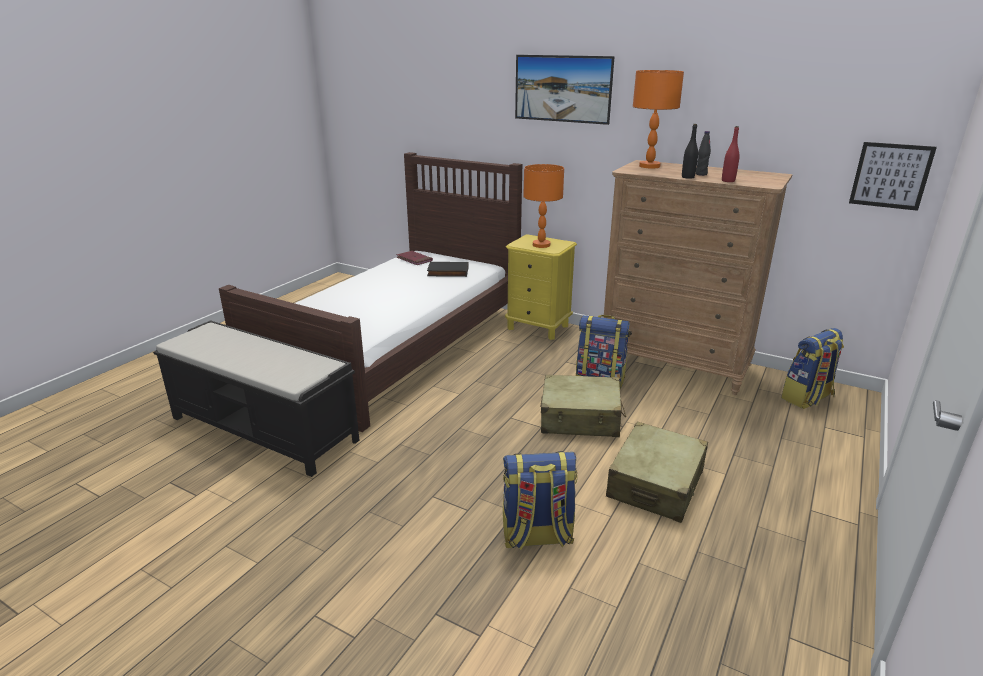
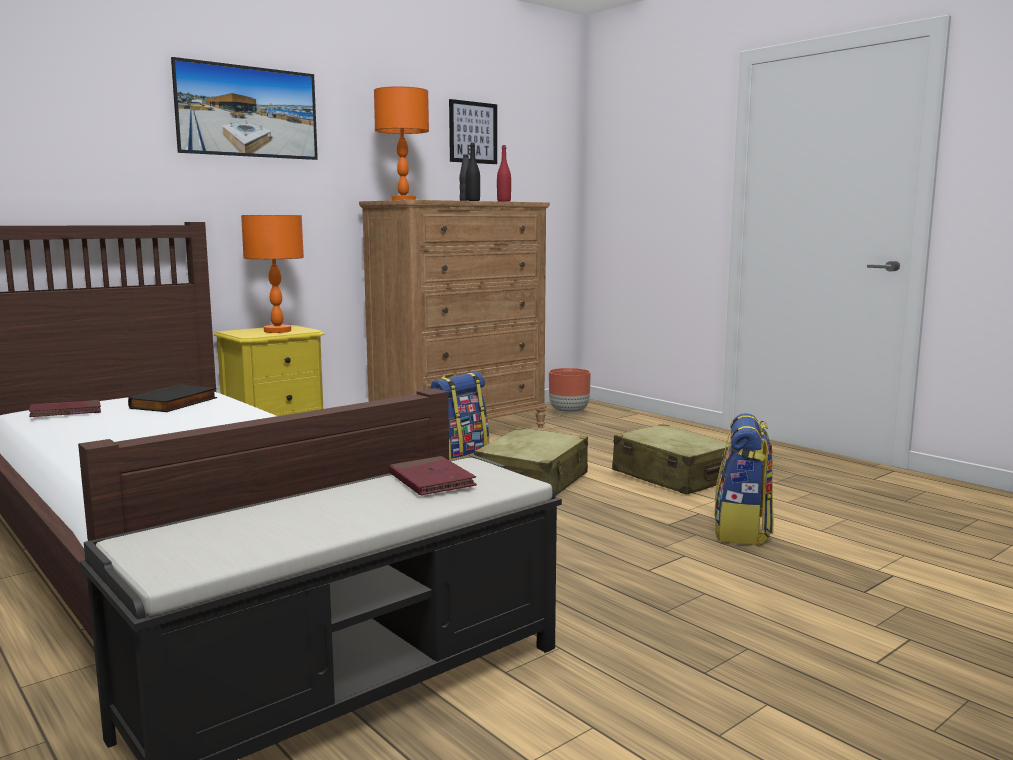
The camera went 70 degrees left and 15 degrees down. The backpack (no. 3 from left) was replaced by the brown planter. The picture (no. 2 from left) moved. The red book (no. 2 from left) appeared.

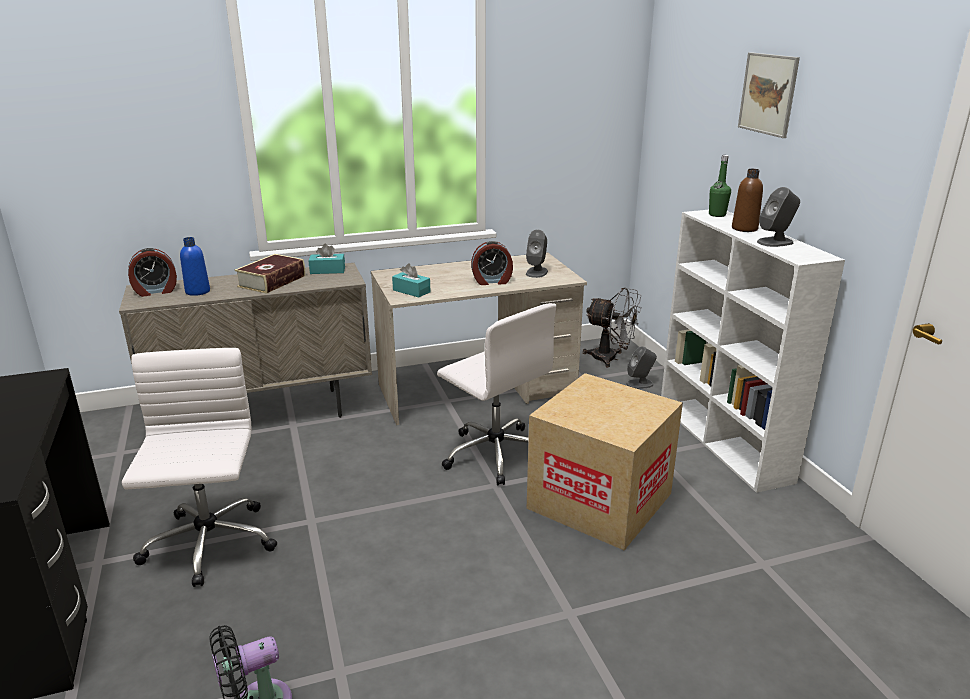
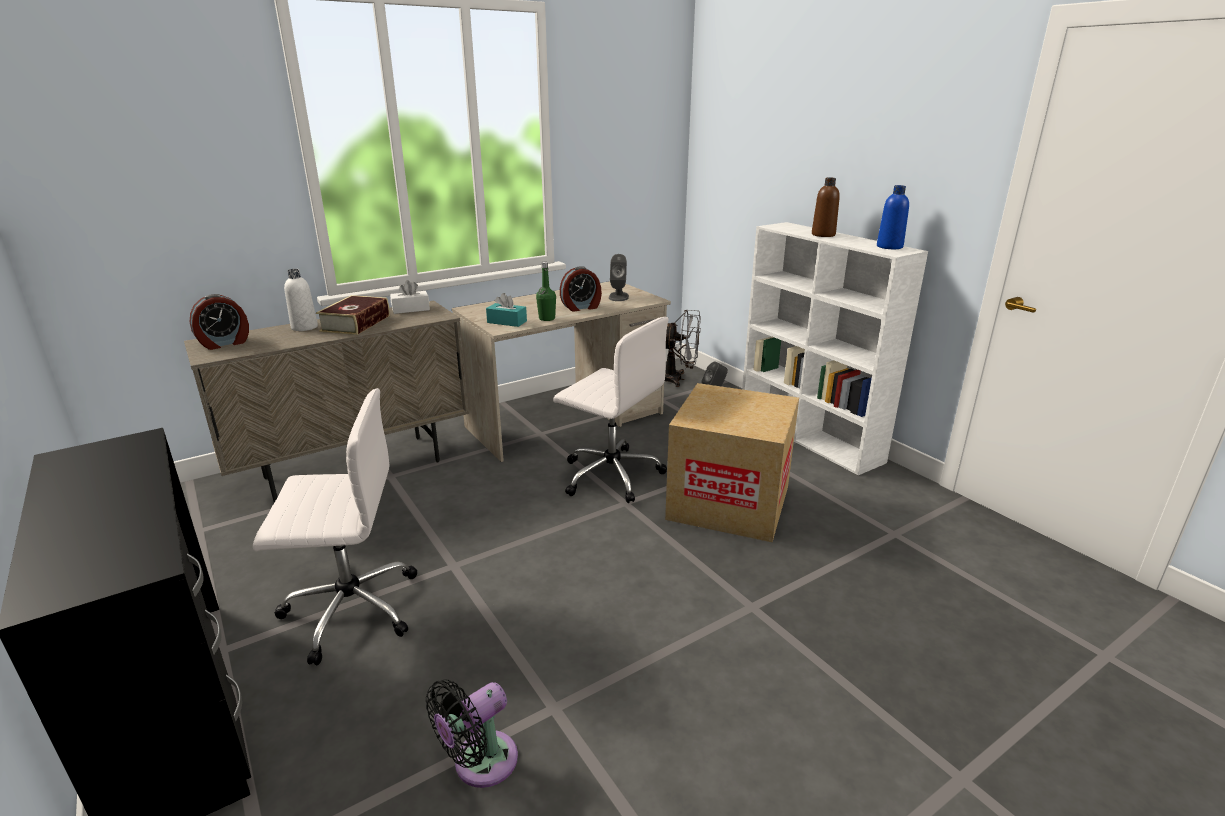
The camera went 15 degrees left and 0 degrees up. The white office chair (no. 1 from left) turned 105 degrees clockwise. The blue bottle moved. The turquoise tissue box (no. 1 from left) became the white tissue box. The green bottle moved. The picture disappeared. The grey speaker (no. 3 from left) disappeared. The white bottle appeared.

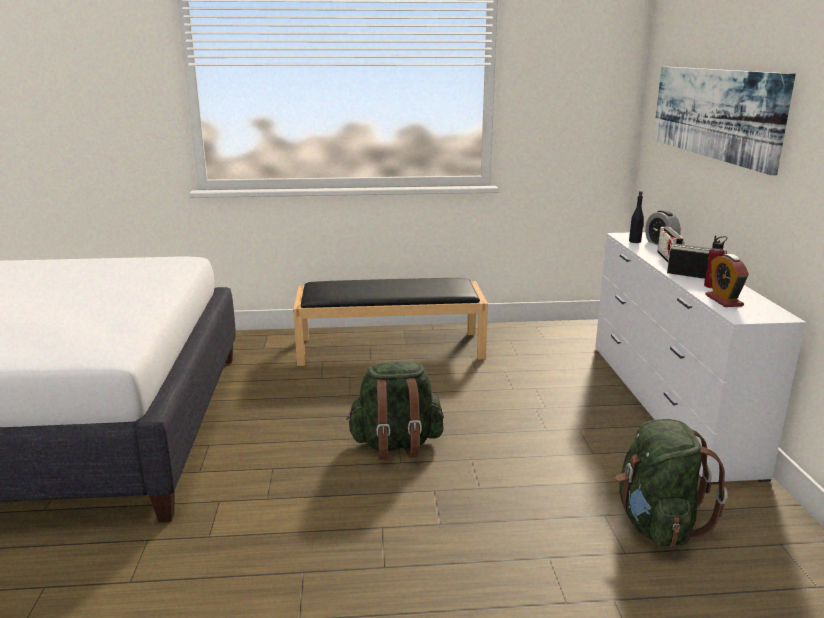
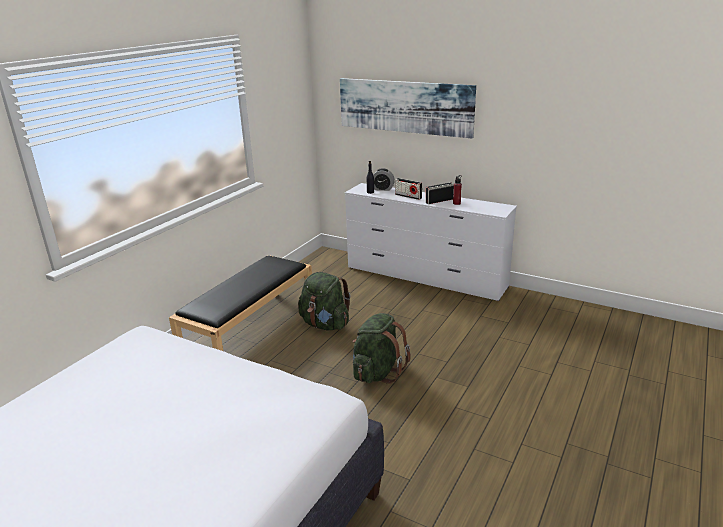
The camera went 55 degrees left and 5 degrees up. The green backpack (no. 2 from left in the first image) moved. The alarm clock (no. 2 from left) disappeared.

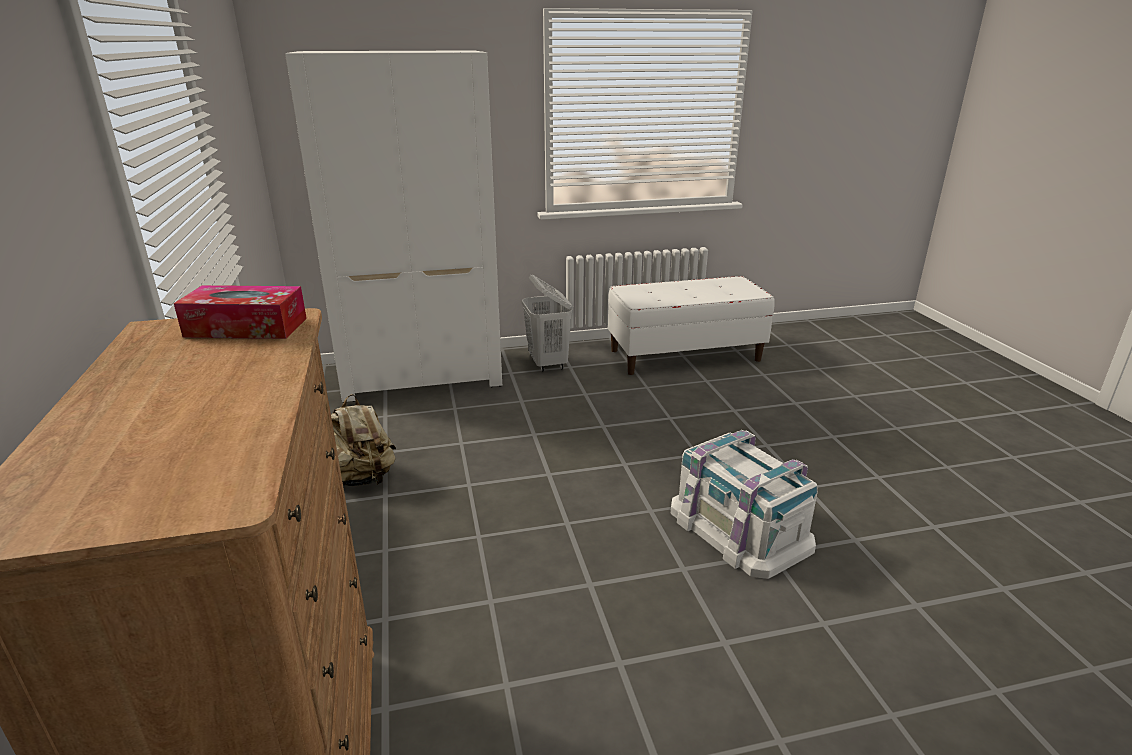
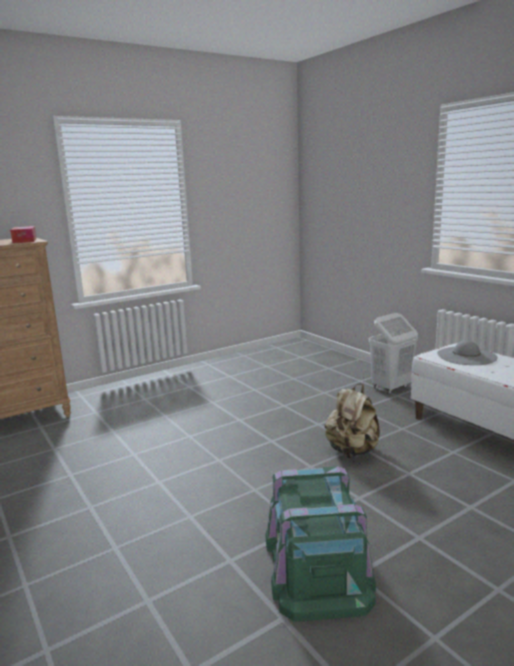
The camera went 70 degrees right and 10 degrees down. The white wardrobe disappeared. The beige backpack moved. The white storage box disappeared. The green storage box appeared. The grey hat appeared.

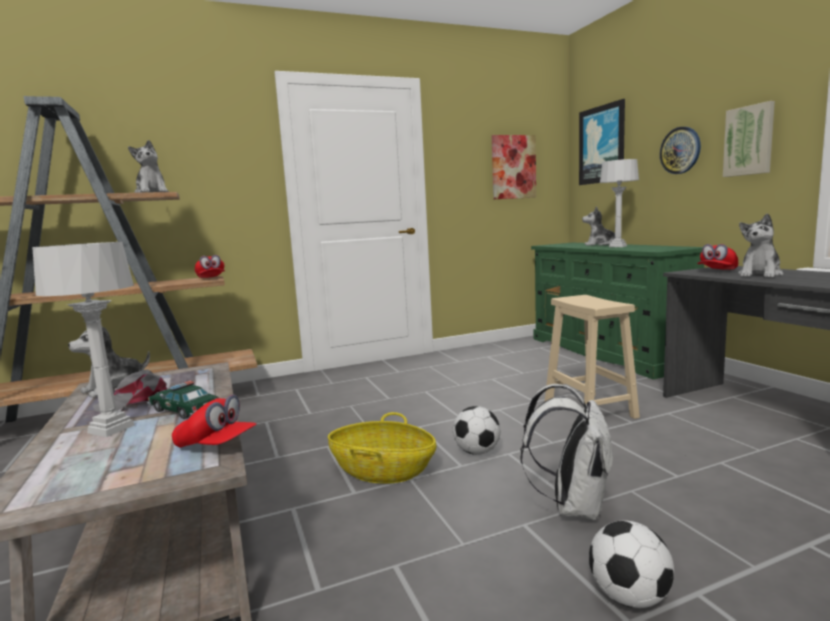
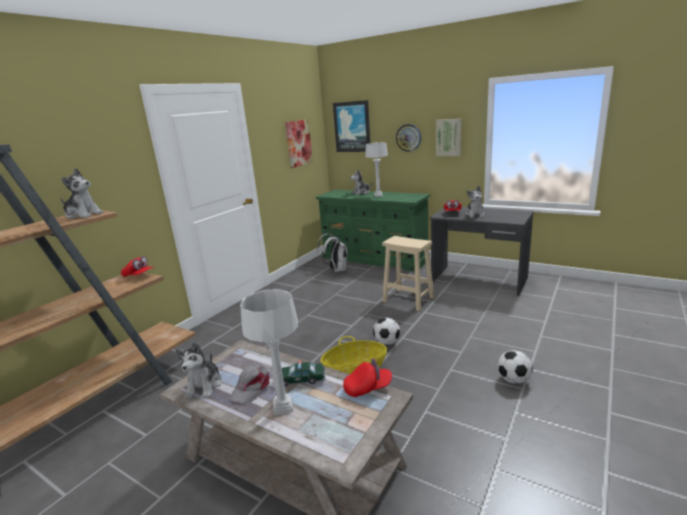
The camera went 35 degrees left and 10 degrees up. The white backpack moved.

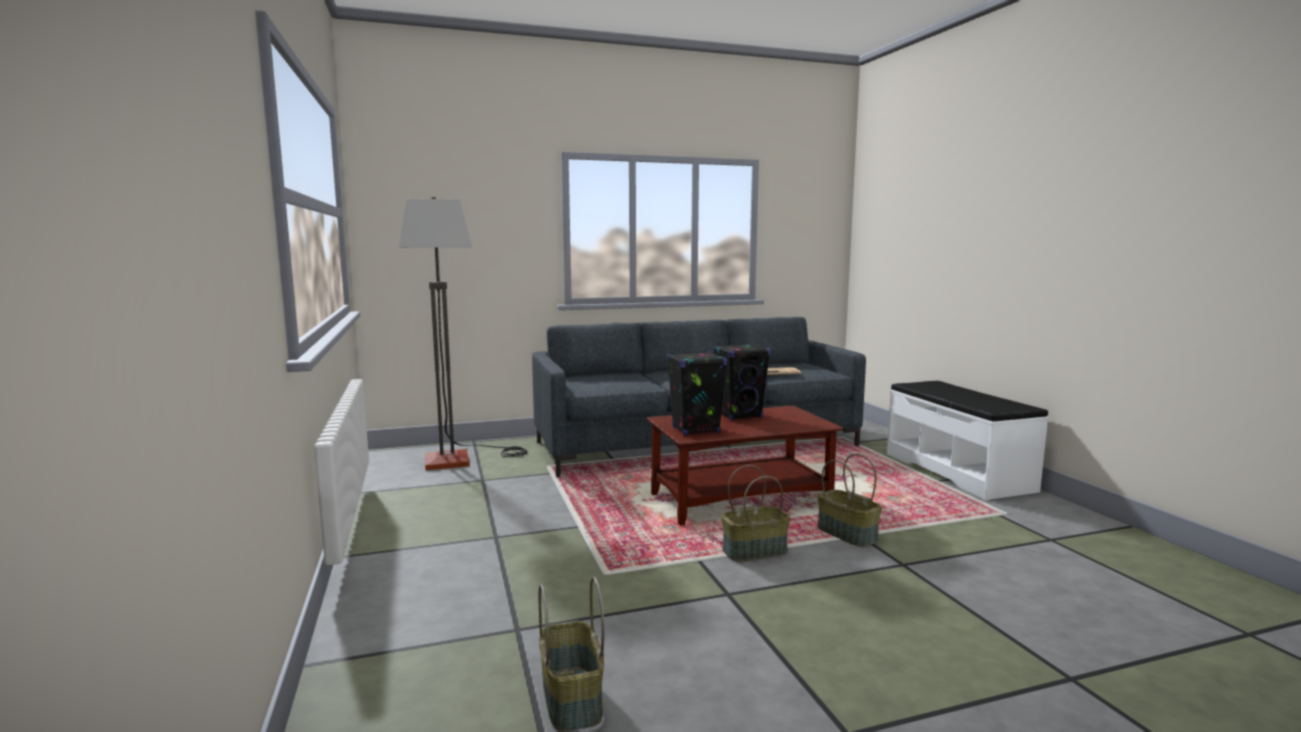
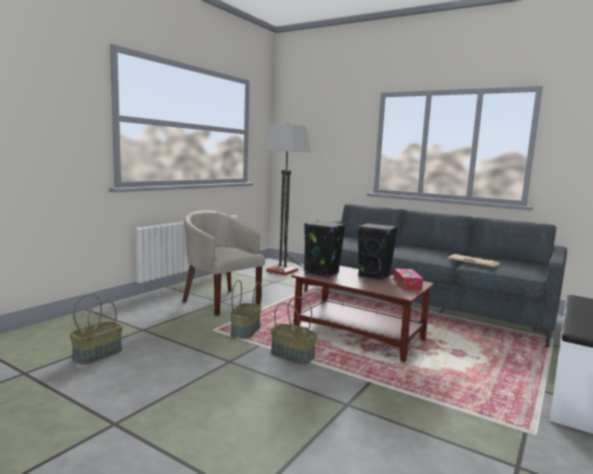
The camera went 50 degrees right and 0 degrees up. The basket (no. 3 from left in the first image) moved. The beige armchair appeared. The tissue box appeared.

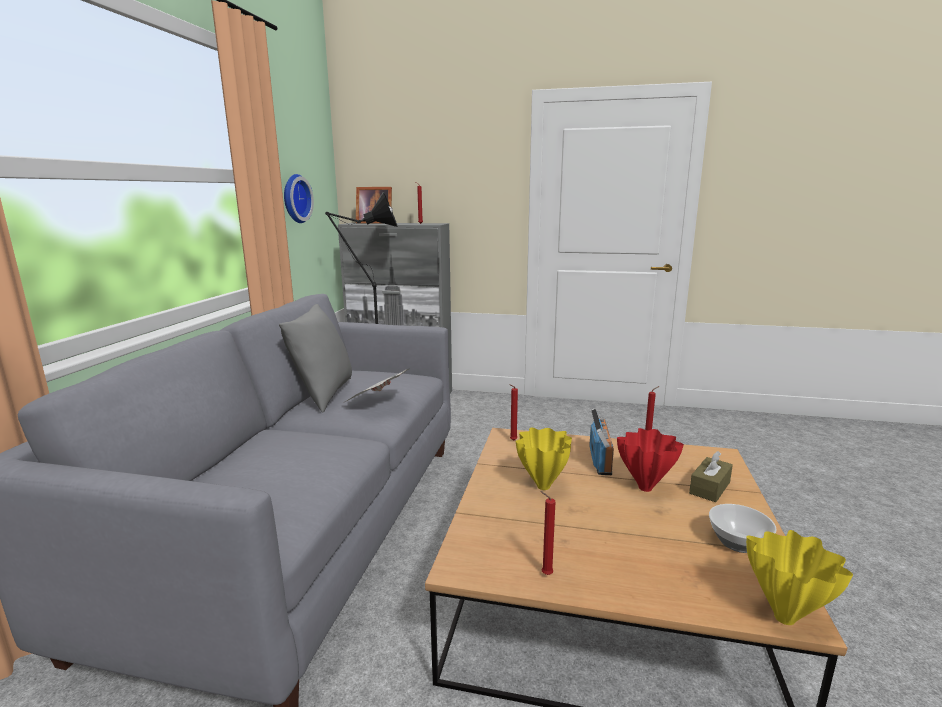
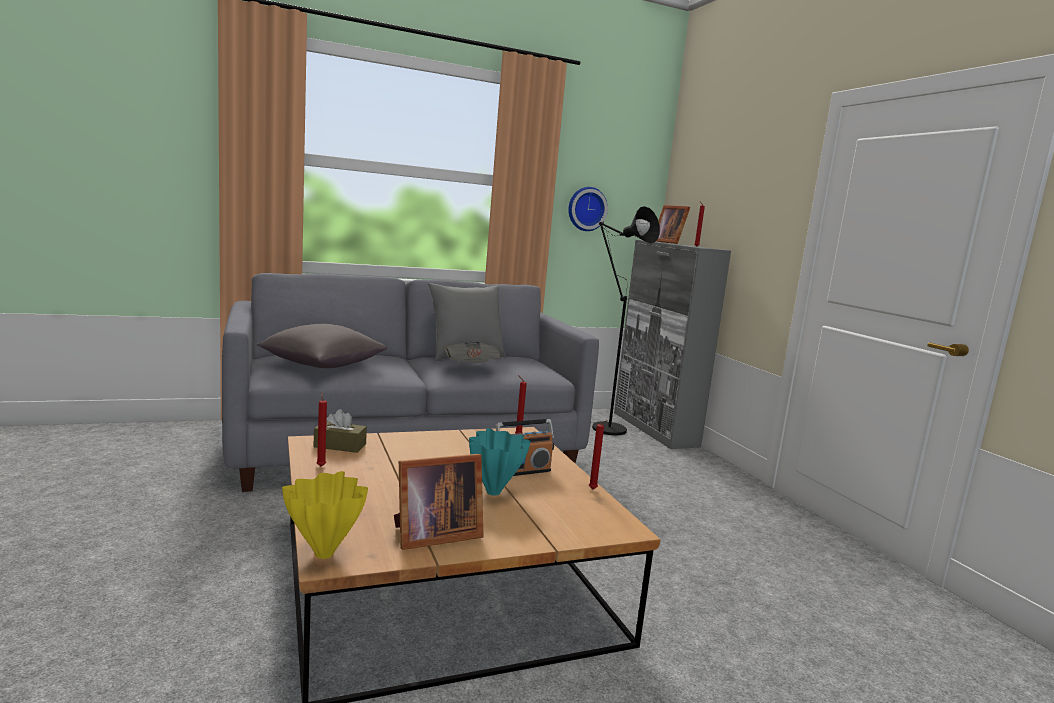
The camera went 55 degrees right and 5 degrees down. The yellow vase (no. 1 from left) disappeared. The red vase became the turquoise vase. The brown tissue box moved. The bowl was replaced by the picture frame (no. 1 from left). The grey pillow (no. 1 from left) appeared.

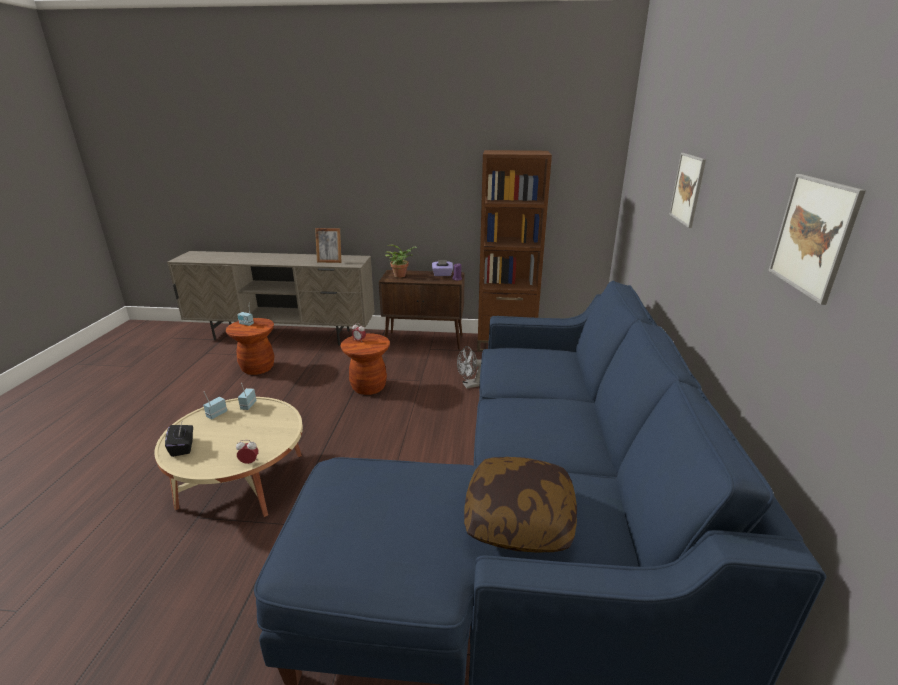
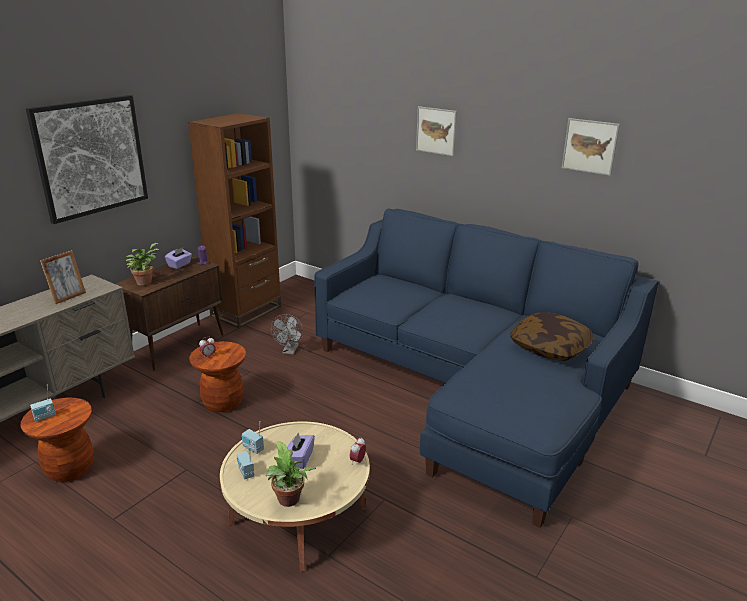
The camera went 60 degrees left and 0 degrees up. The black tissue box was replaced by the potted plant (no. 2 from left). The picture (no. 1 from left) appeared. The purple tissue box (no. 2 from left) appeared.

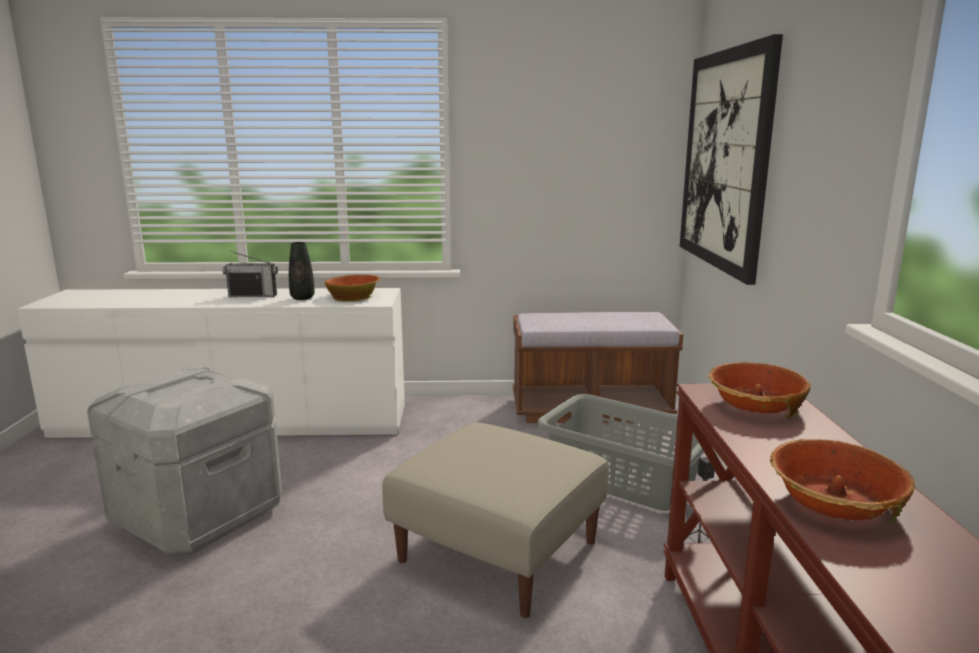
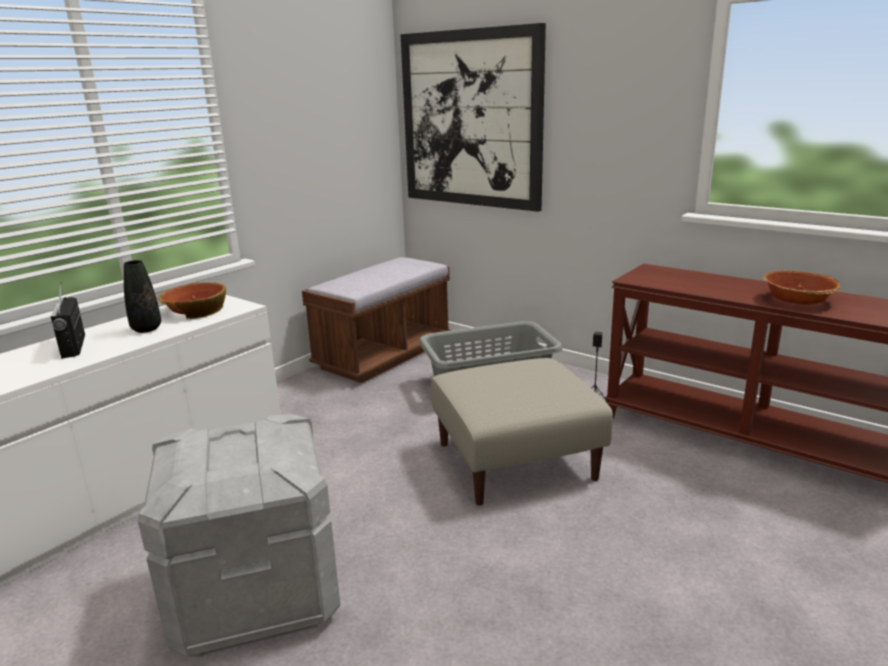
The camera went 50 degrees left and 5 degrees up. The radio turned 120 degrees clockwise. The bowl (no. 2 from left) disappeared.

